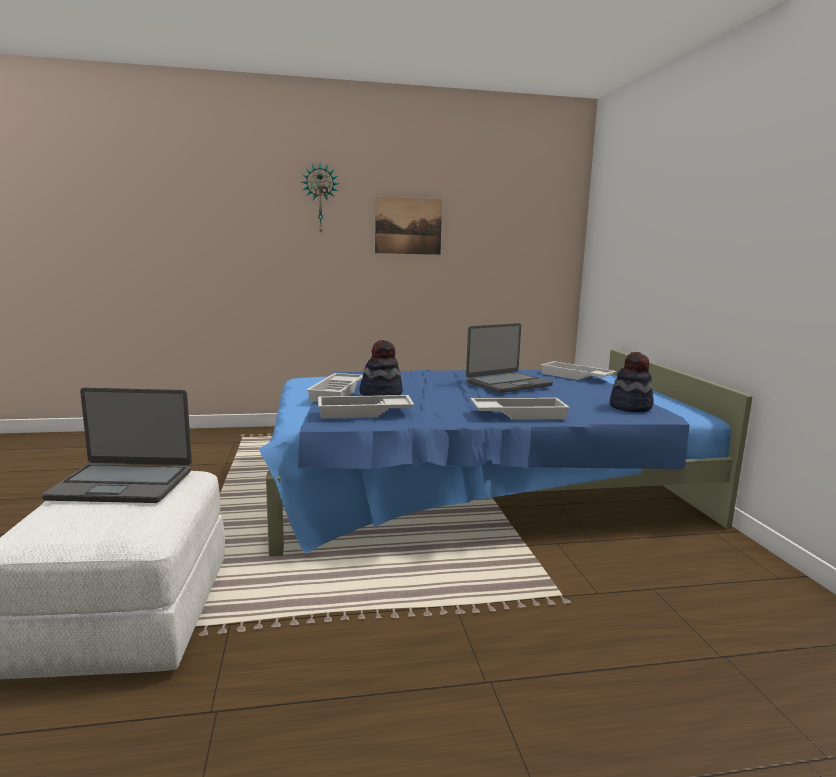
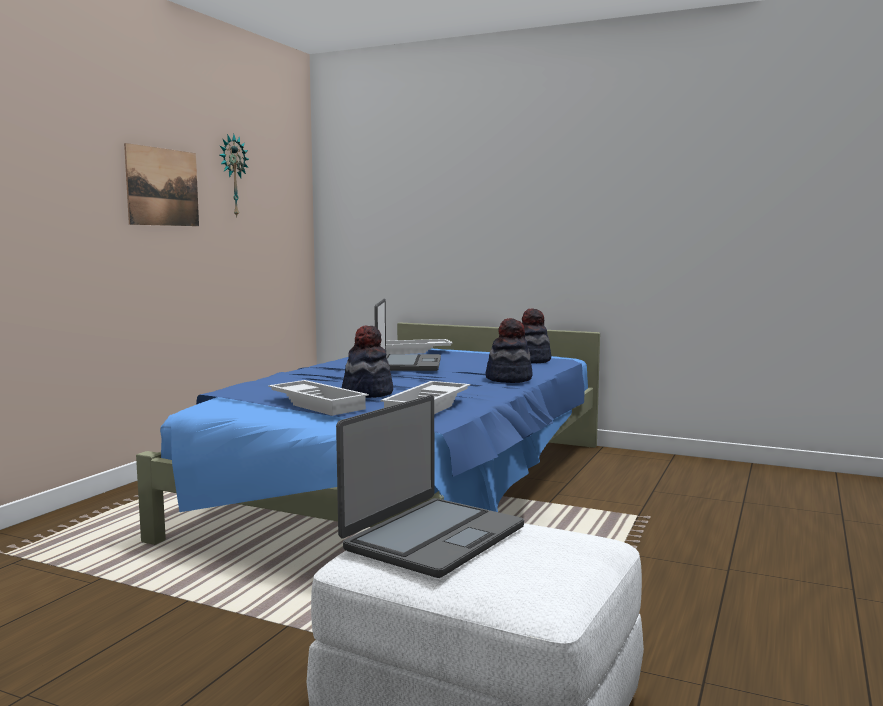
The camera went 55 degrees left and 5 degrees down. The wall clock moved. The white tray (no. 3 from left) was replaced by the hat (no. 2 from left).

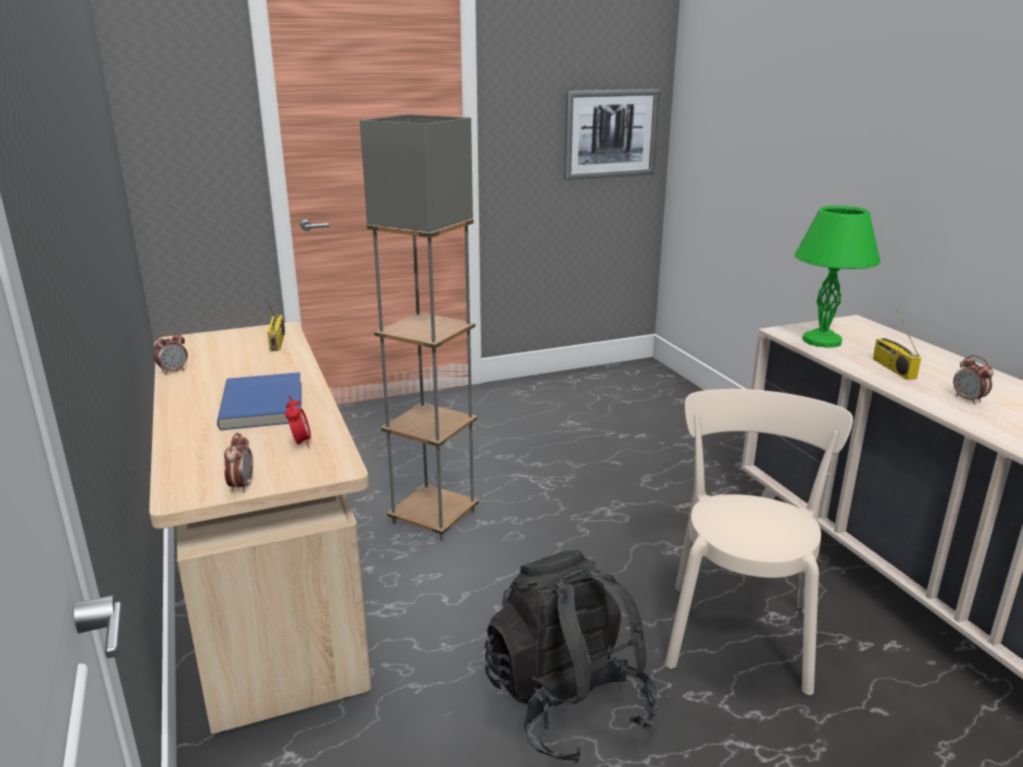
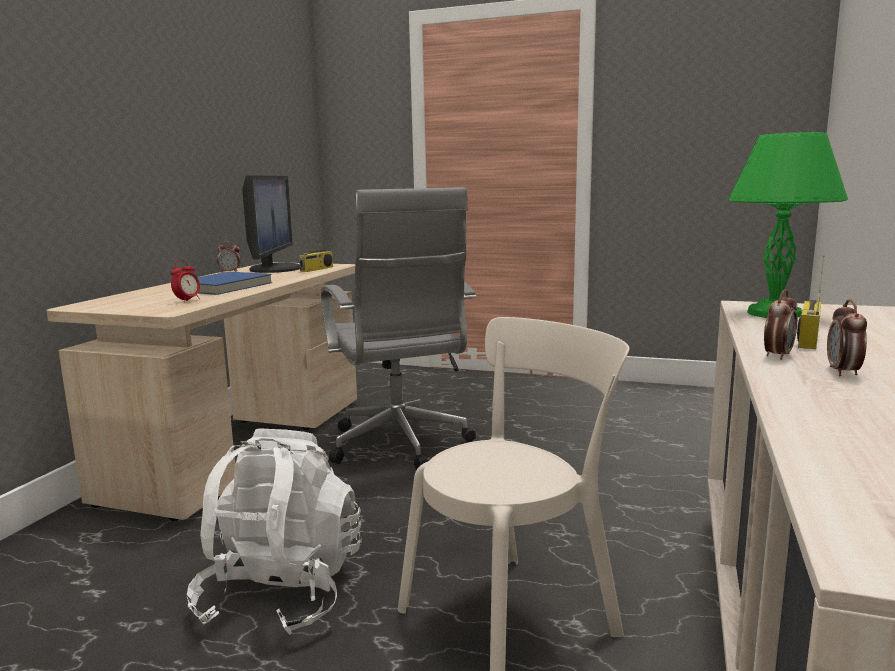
The camera went 40 degrees right and 10 degrees down. The alarm clock (no. 2 from left in the first image) moved. The grey floor lamp was replaced by the grey office chair. The black backpack became the white backpack. The picture disappeared. The monitor appeared.

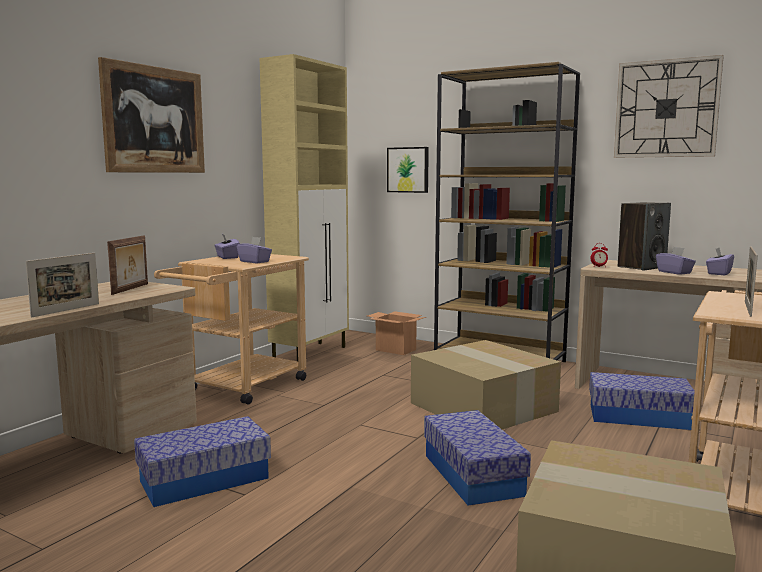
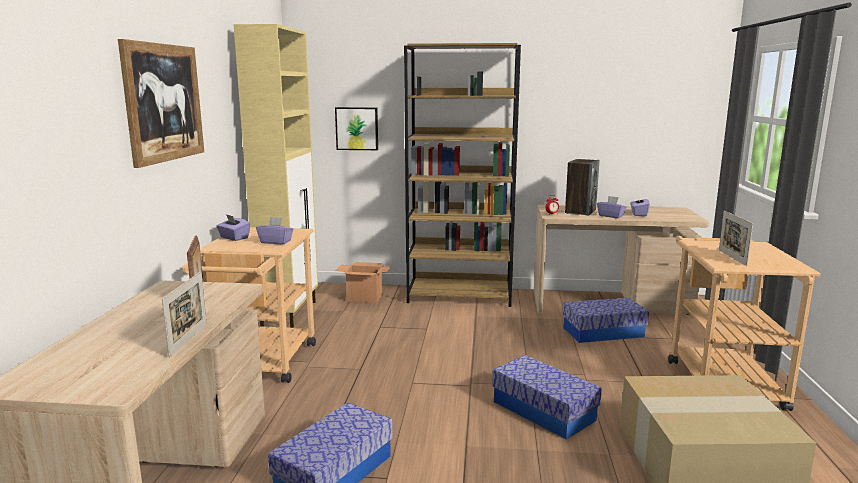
The camera went 25 degrees left and 5 degrees up. The cardboard box (no. 2 from left) disappeared. The wall clock disappeared.

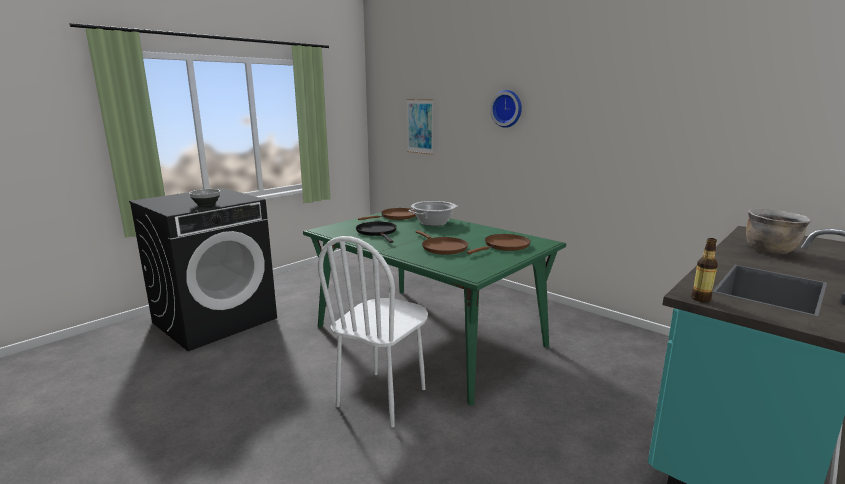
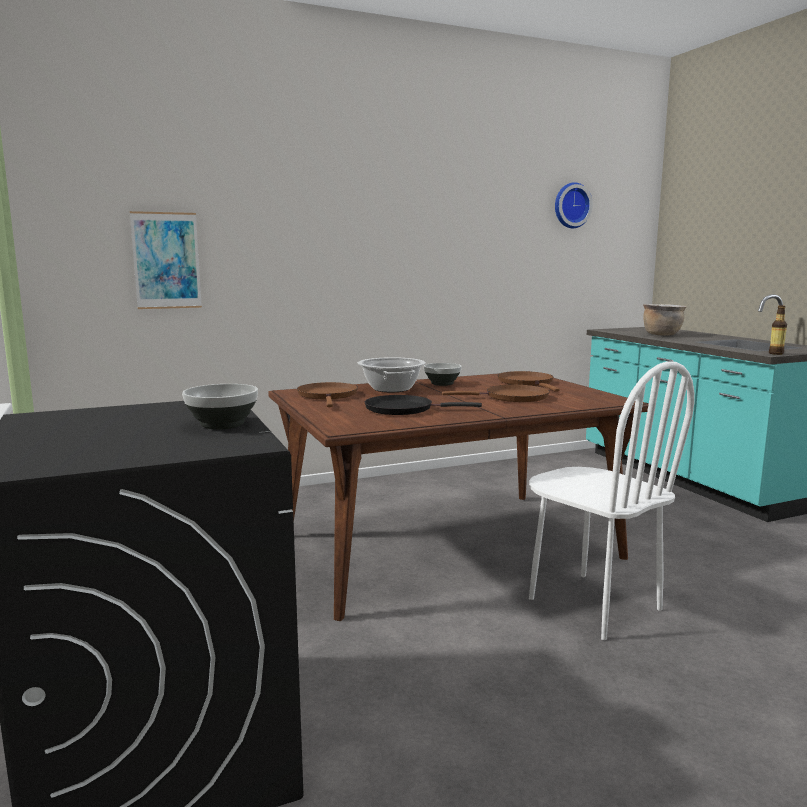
The camera went 65 degrees left and 5 degrees down. The green dining table became the brown dining table. The wall clock moved. The bowl (no. 2 from left) appeared.

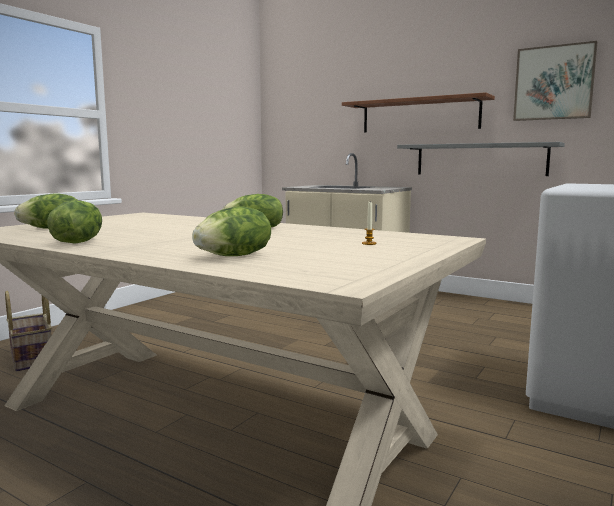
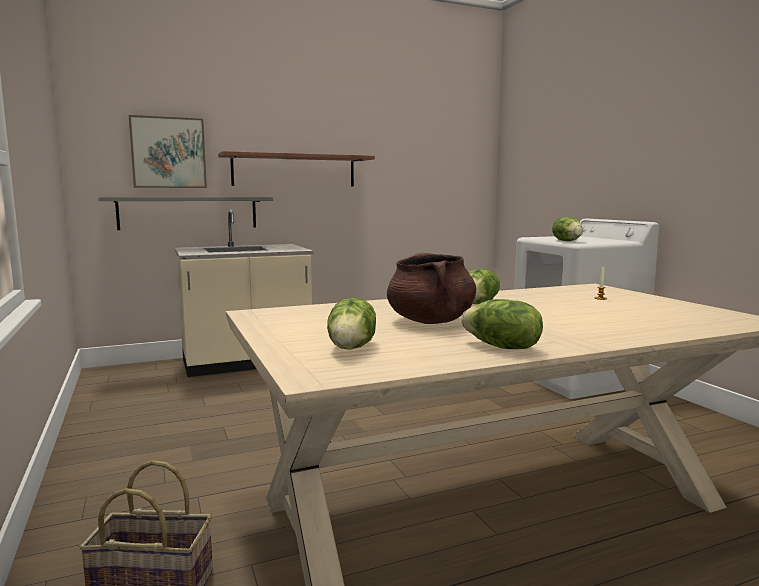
The camera went 55 degrees left and 0 degrees up. The lettuce (no. 3 from left in the first image) moved. The grey shelf moved. The picture moved. The brown cooking pot appeared.

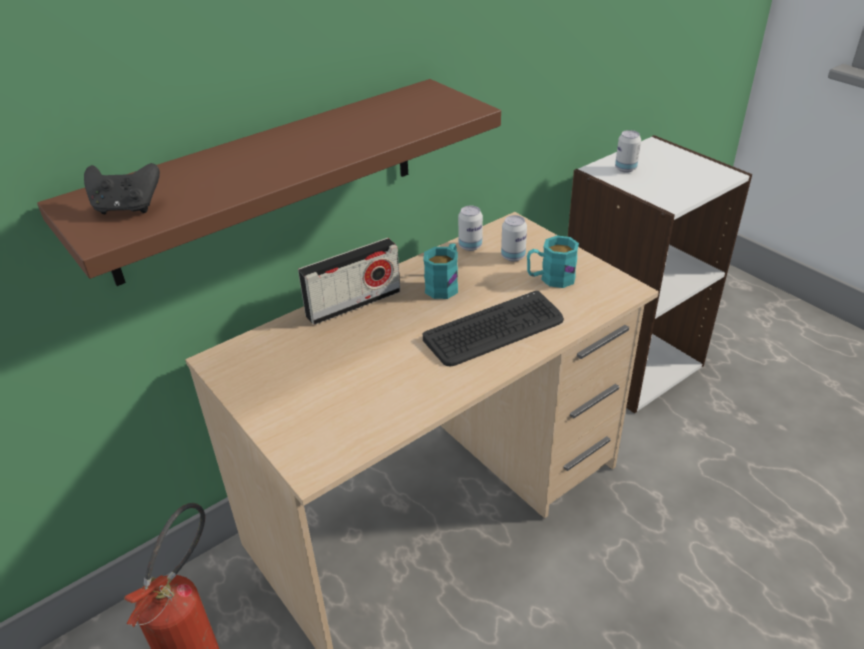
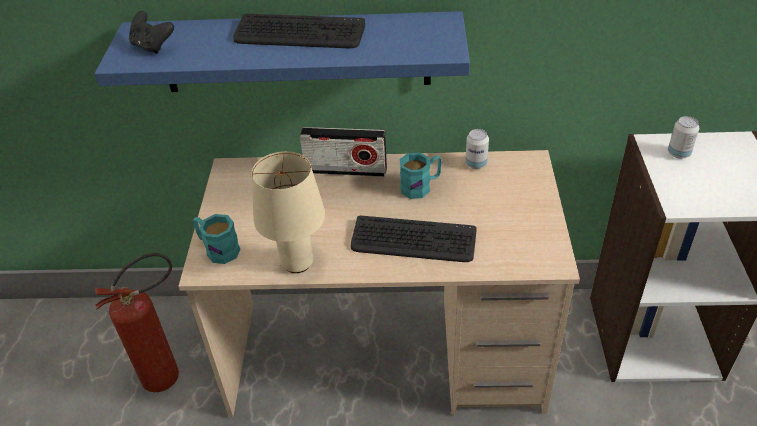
The camera went 40 degrees right and 5 degrees up. The brown shelf became the blue shelf. The can (no. 2 from left) disappeared. The turquoise mug (no. 2 from left in the first image) moved. The keyboard (no. 1 from left) appeared. The beige table lamp appeared.

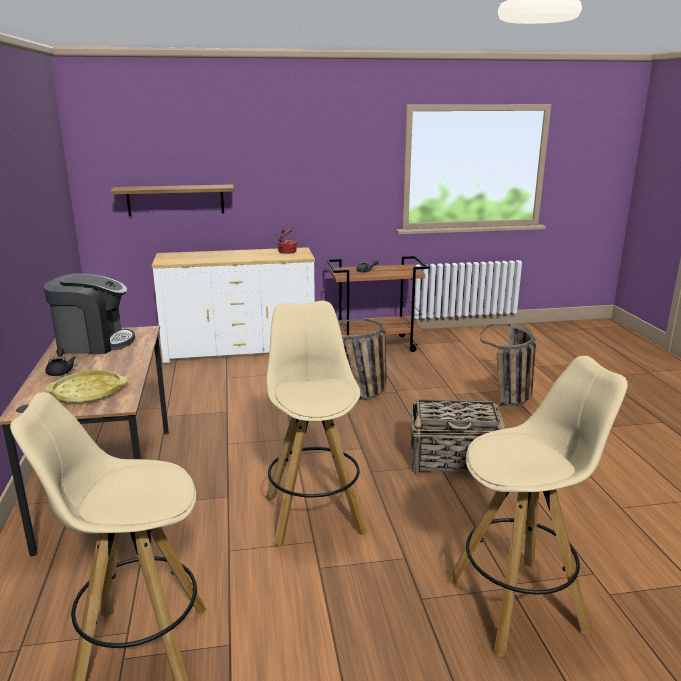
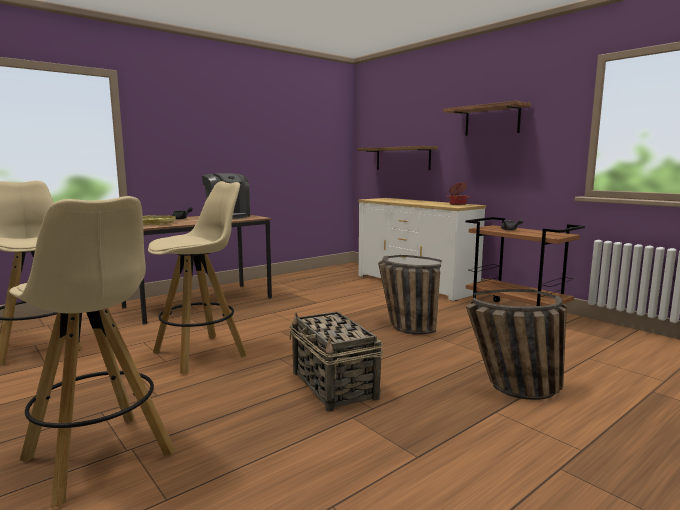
The camera went 60 degrees right and 10 degrees down. The shelf (no. 2 from left) appeared.

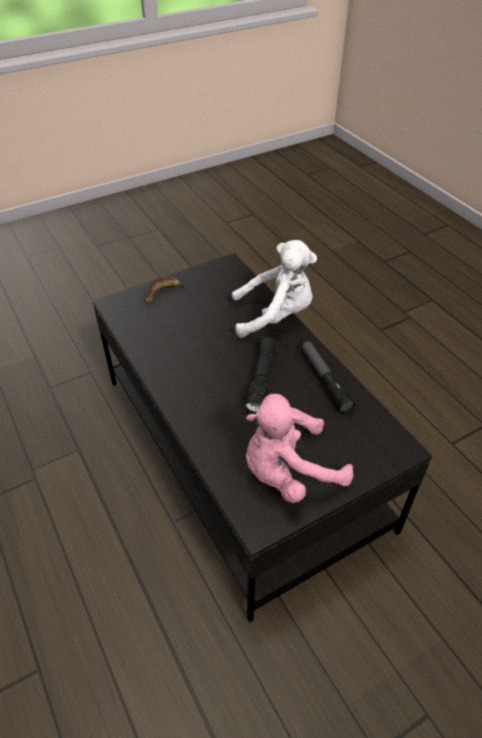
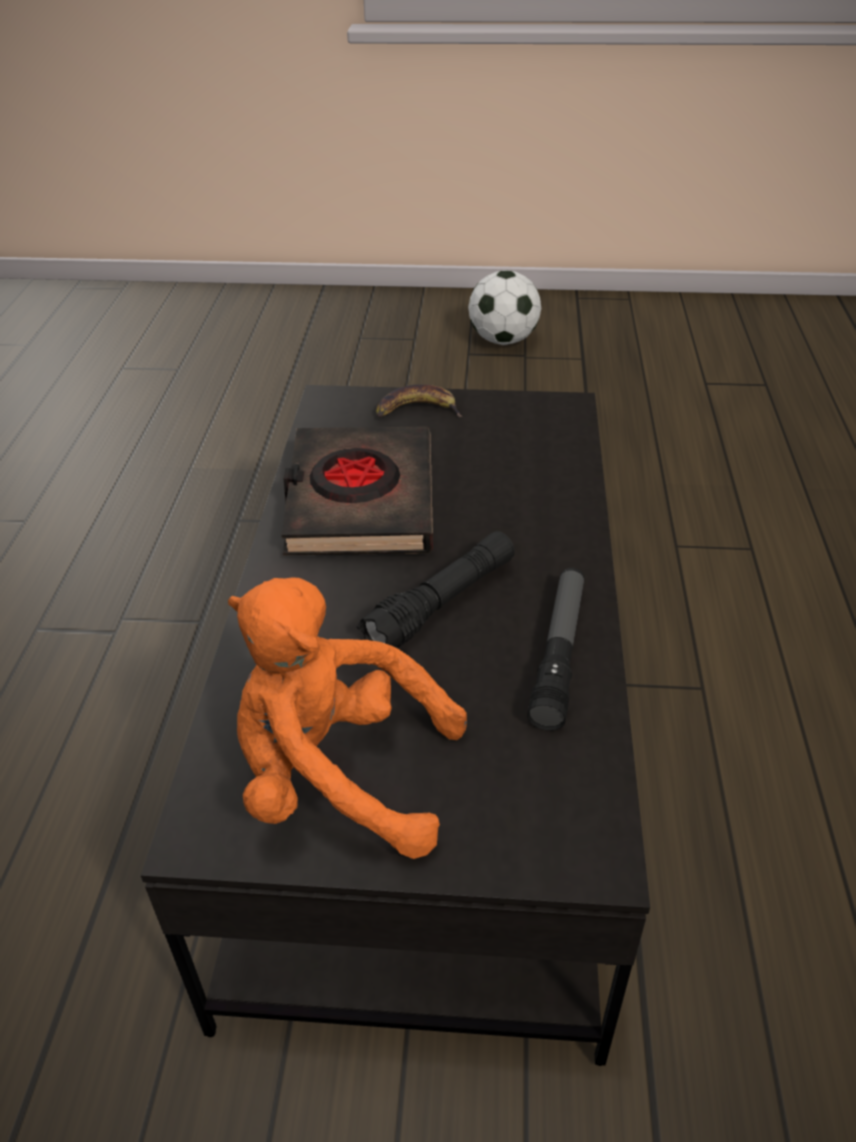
The camera went 35 degrees right and 5 degrees down. The white plush toy disappeared. The pink plush toy became the orange plush toy. The black book appeared. The football appeared.

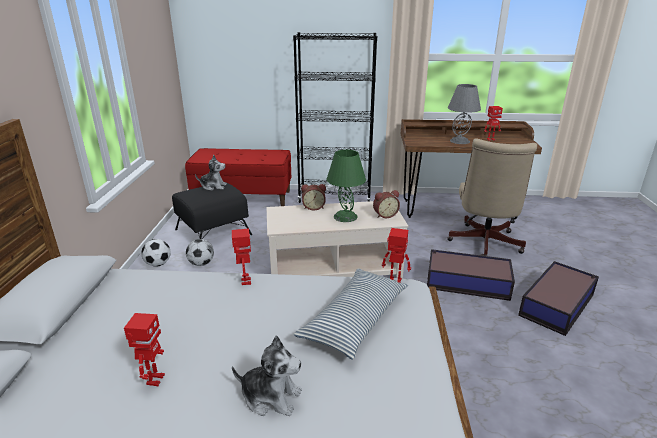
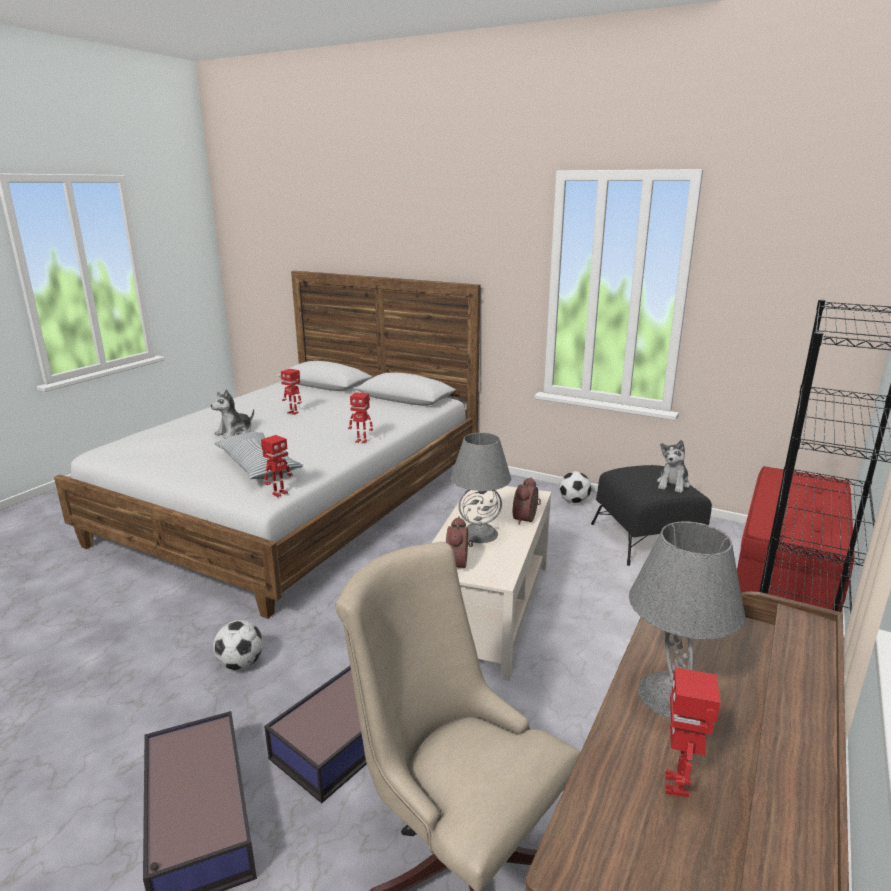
The camera went 115 degrees right and 5 degrees down. The football (no. 2 from left in the first image) moved. The green table lamp became the grey table lamp (no. 1 from left).

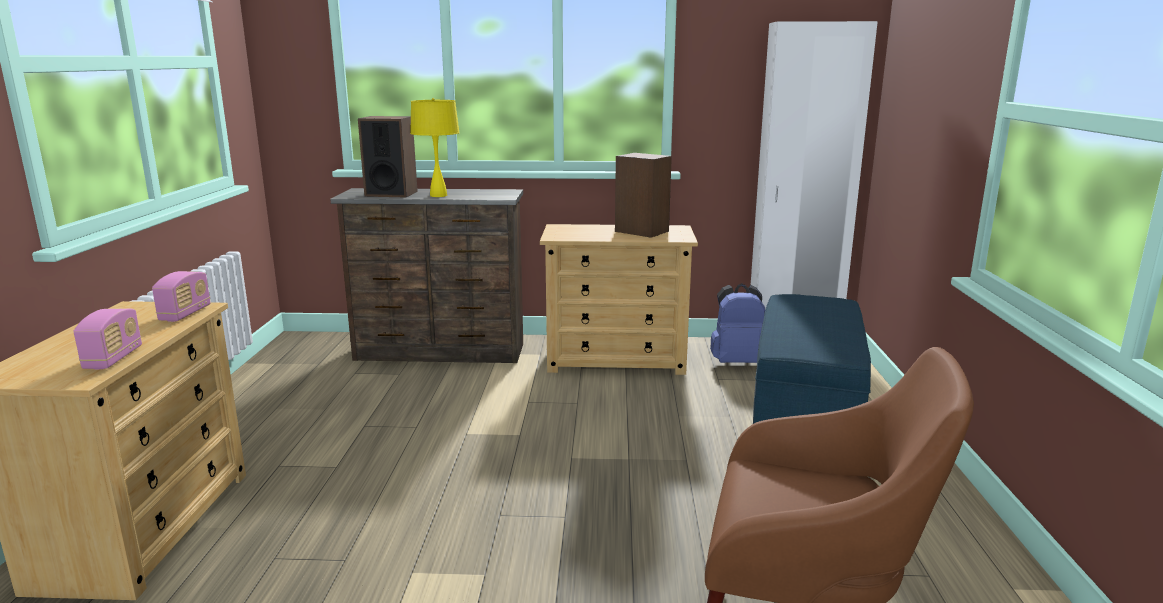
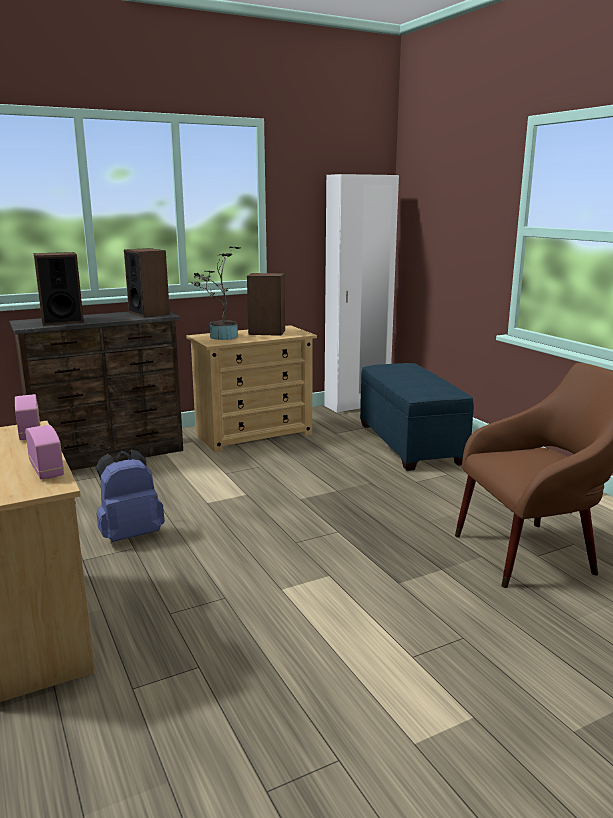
The camera went 30 degrees left and 0 degrees up. The yellow table lamp disappeared. The blue backpack moved. The speaker (no. 2 from left) appeared. The potted plant appeared.

